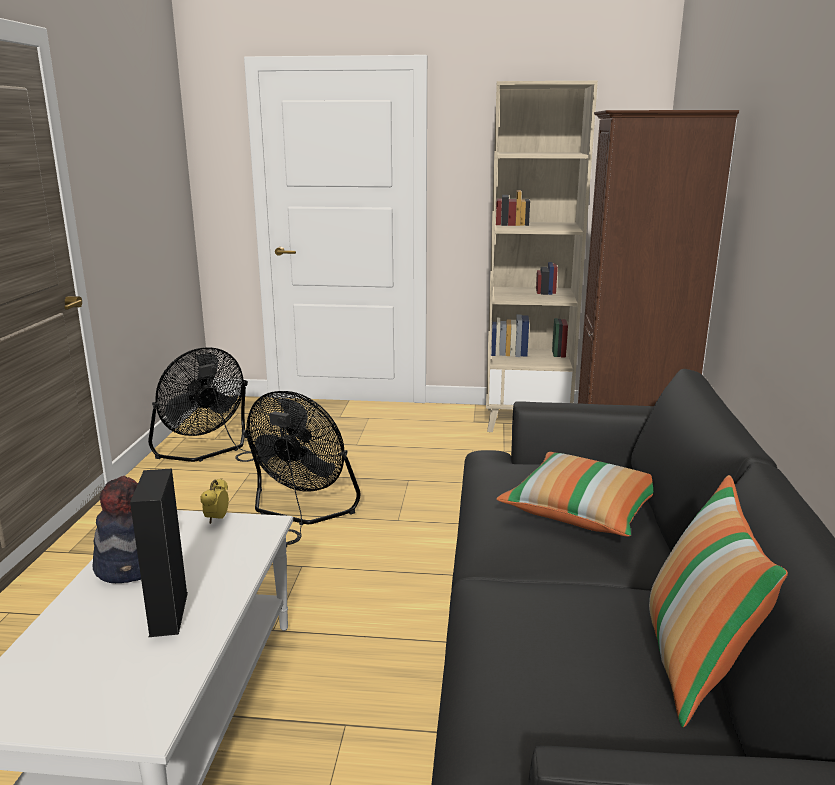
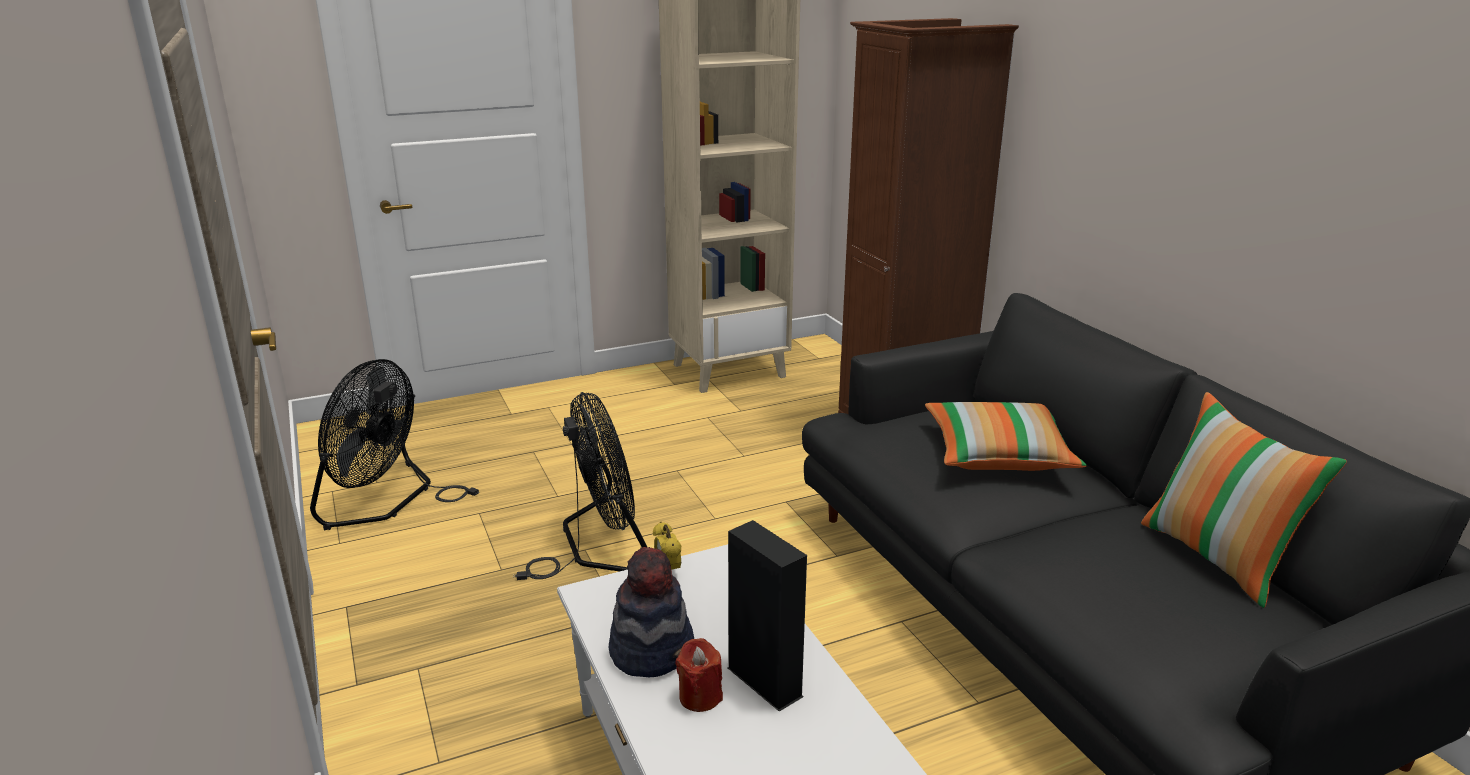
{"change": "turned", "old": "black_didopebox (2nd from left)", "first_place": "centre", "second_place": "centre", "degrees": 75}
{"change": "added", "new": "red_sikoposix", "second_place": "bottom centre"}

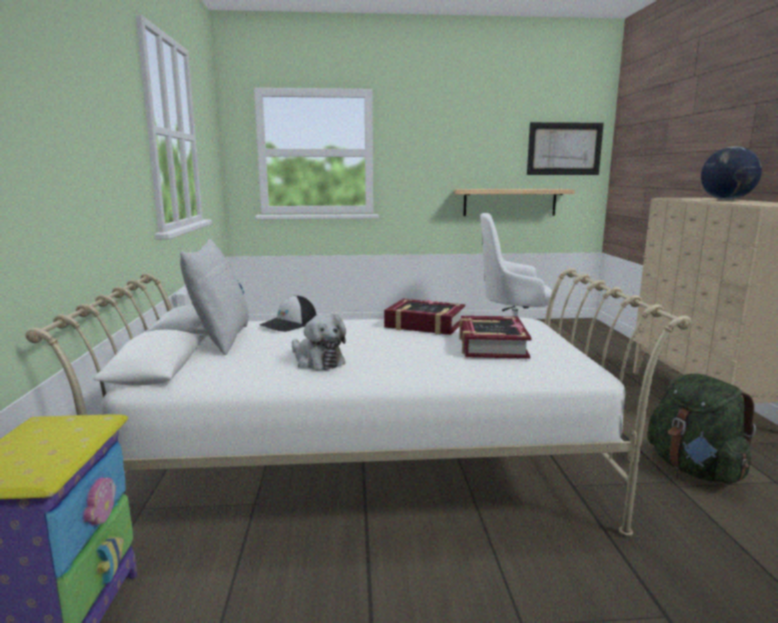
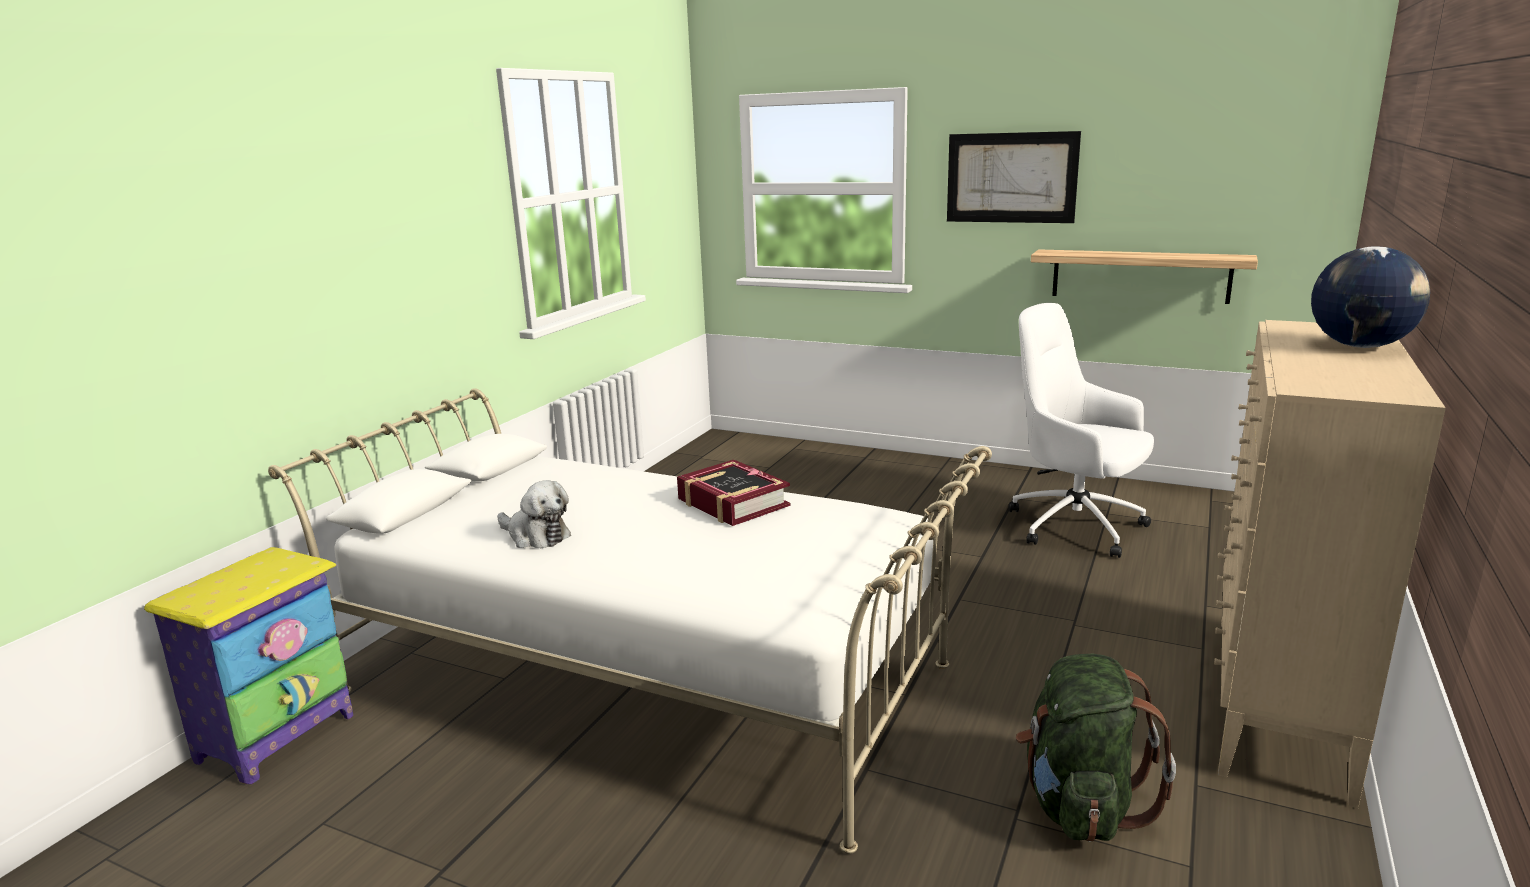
{"change": "turned", "old": "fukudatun", "first_place": "centre", "second_place": "centre", "degrees": -45}
{"change": "moved", "old": "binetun", "first_place": "top right", "second_place": "top centre"}
{"change": "removed", "old": "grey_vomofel", "first_place": "middle left"}
{"change": "removed", "old": "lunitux", "first_place": "centre"}
{"change": "removed", "old": "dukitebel (2nd from left)", "first_place": "centre"}

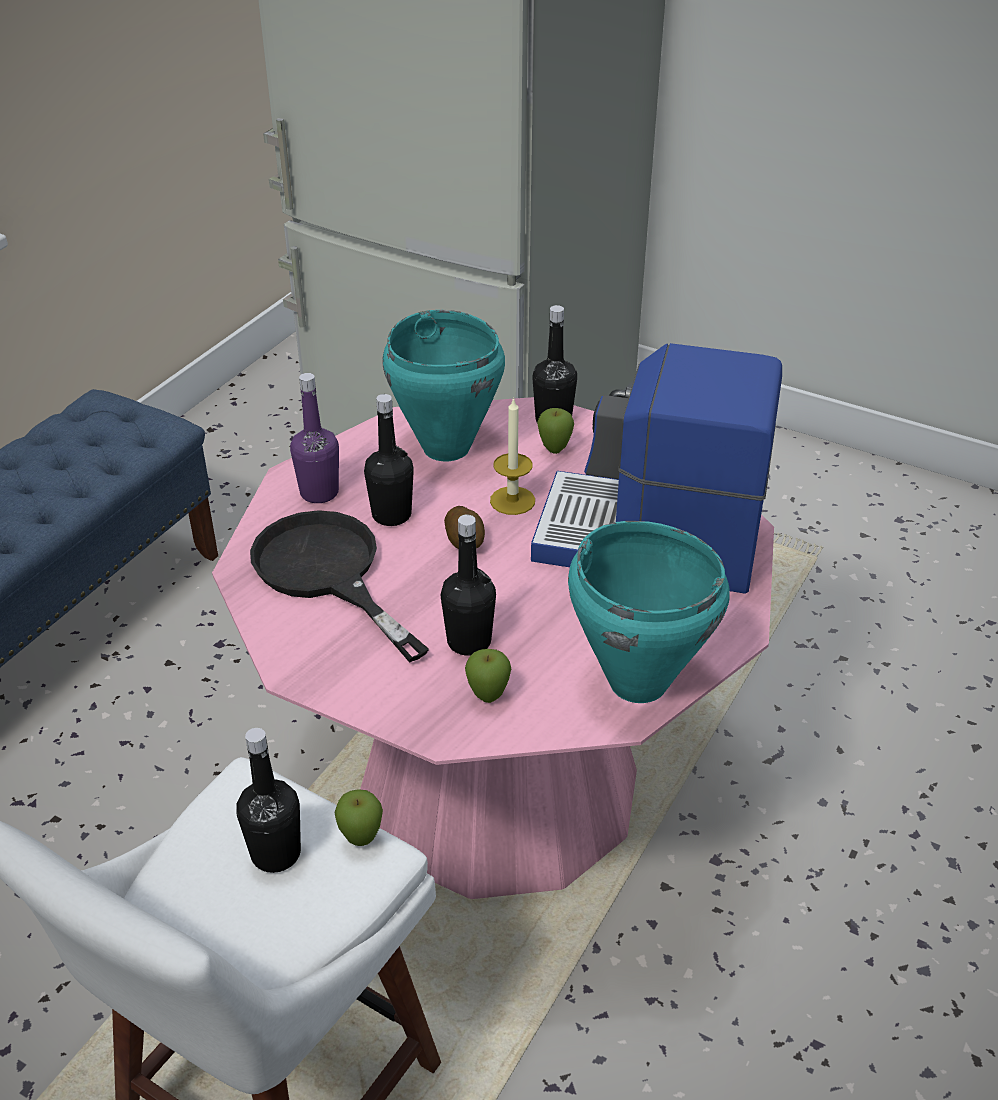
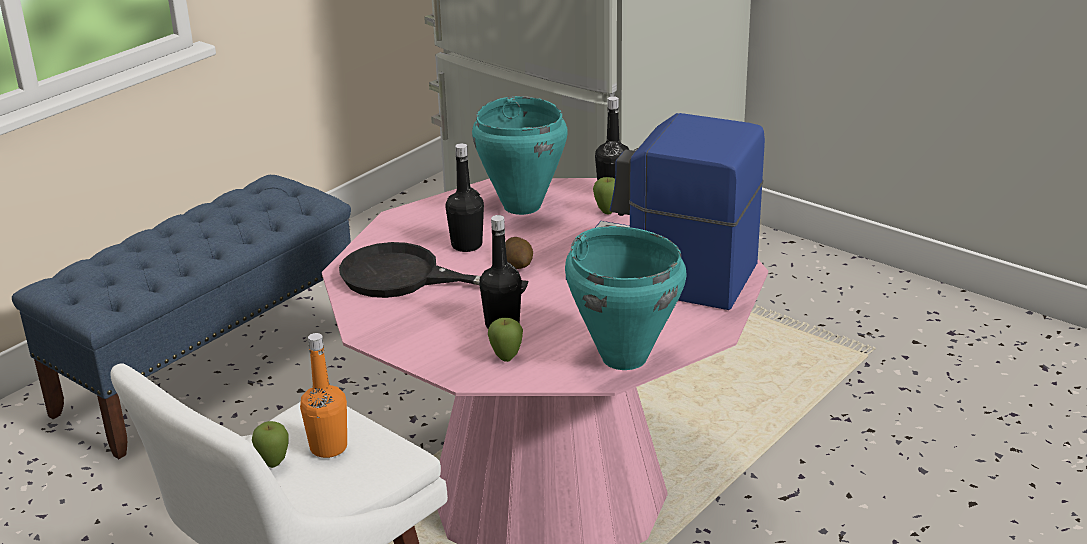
{"change": "moved", "old": "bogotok (1st from left)", "first_place": "bottom centre", "second_place": "bottom left"}
{"change": "recoloured", "old": "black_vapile (1st from left)", "new": "orange_vapile", "first_place": "bottom left", "second_place": "bottom left"}
{"change": "turned", "old": "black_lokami", "first_place": "centre", "second_place": "centre", "degrees": -45}
{"change": "removed", "old": "purple_vapile", "first_place": "middle left"}
{"change": "removed", "old": "sikoposix", "first_place": "centre"}

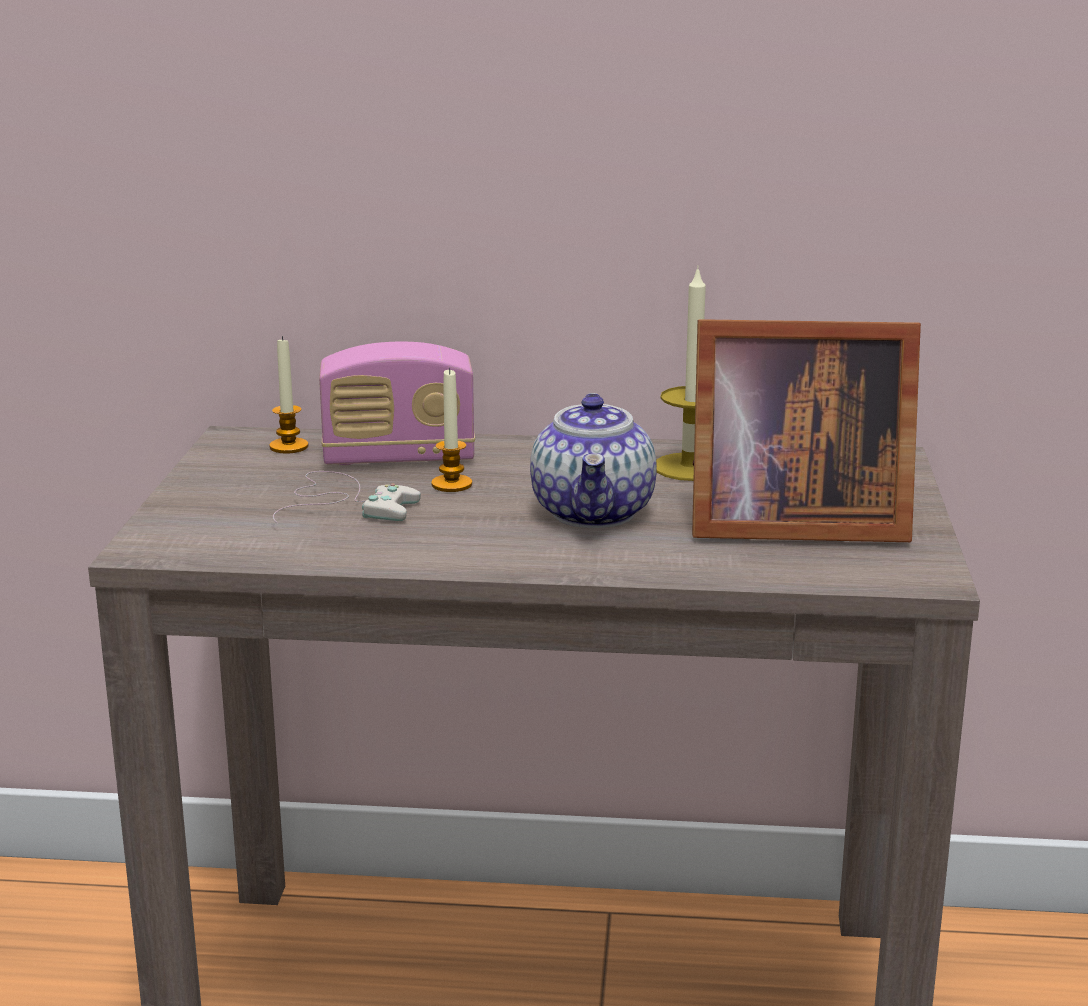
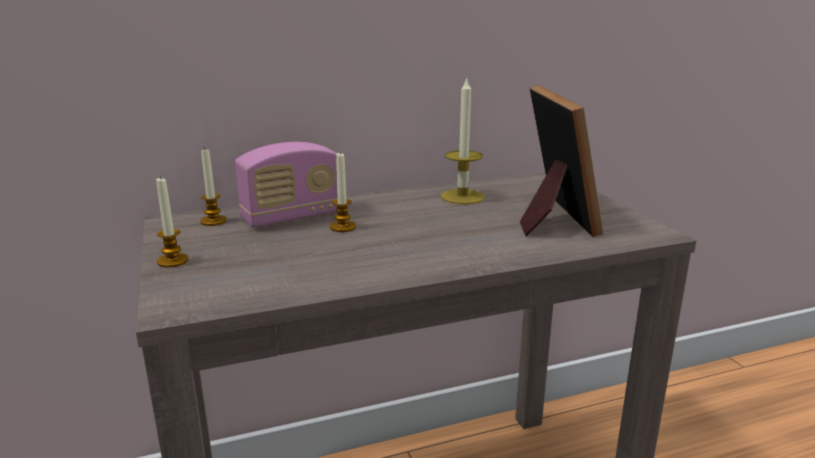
{"change": "added", "new": "sikoposix (1st from left)", "second_place": "middle left"}
{"change": "turned", "old": "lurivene", "first_place": "middle right", "second_place": "middle right", "degrees": -75}
{"change": "removed", "old": "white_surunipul", "first_place": "middle left"}
{"change": "removed", "old": "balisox", "first_place": "centre"}

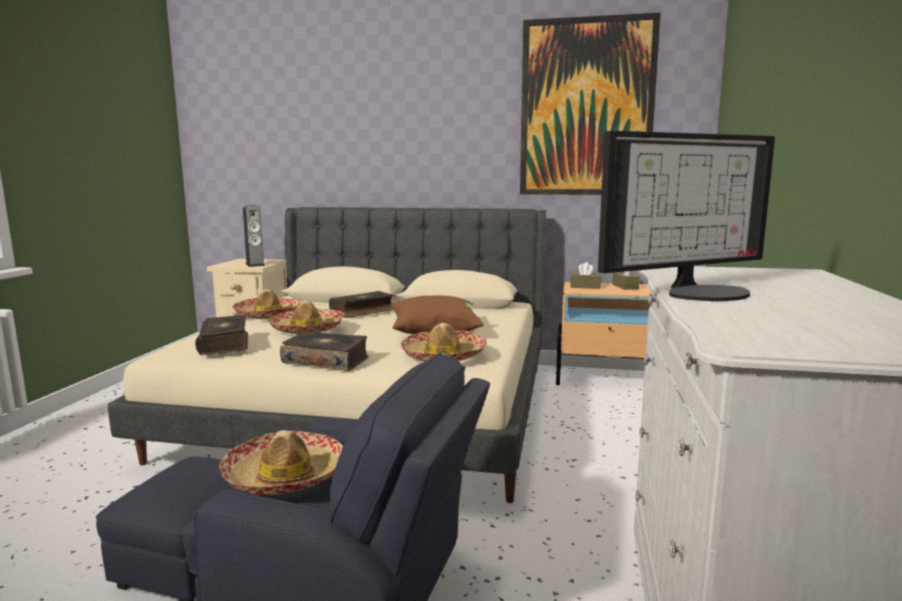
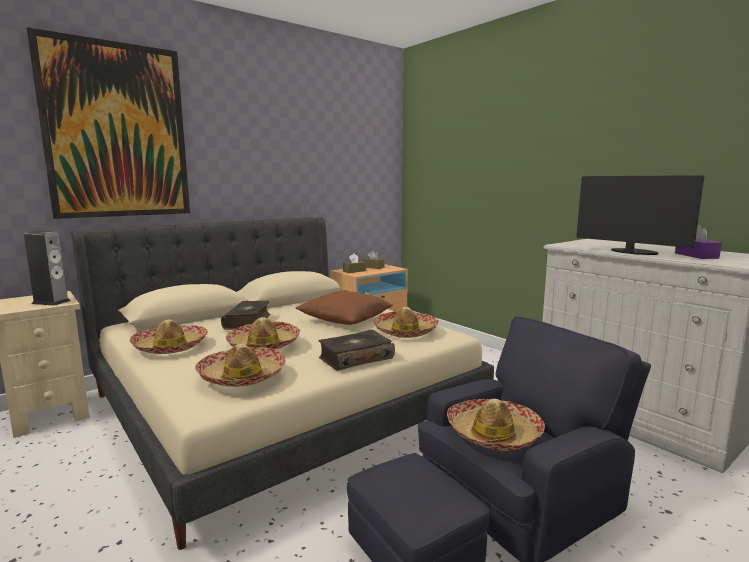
{"change": "moved", "old": "binetun", "first_place": "top centre", "second_place": "top left"}
{"change": "replaced", "old": "dukitebel (1st from left)", "new": "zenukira (2nd from left)", "first_place": "middle left", "second_place": "middle left"}
{"change": "turned", "old": "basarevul", "first_place": "middle right", "second_place": "middle right", "degrees": -60}
{"change": "added", "new": "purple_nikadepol", "second_place": "middle right"}

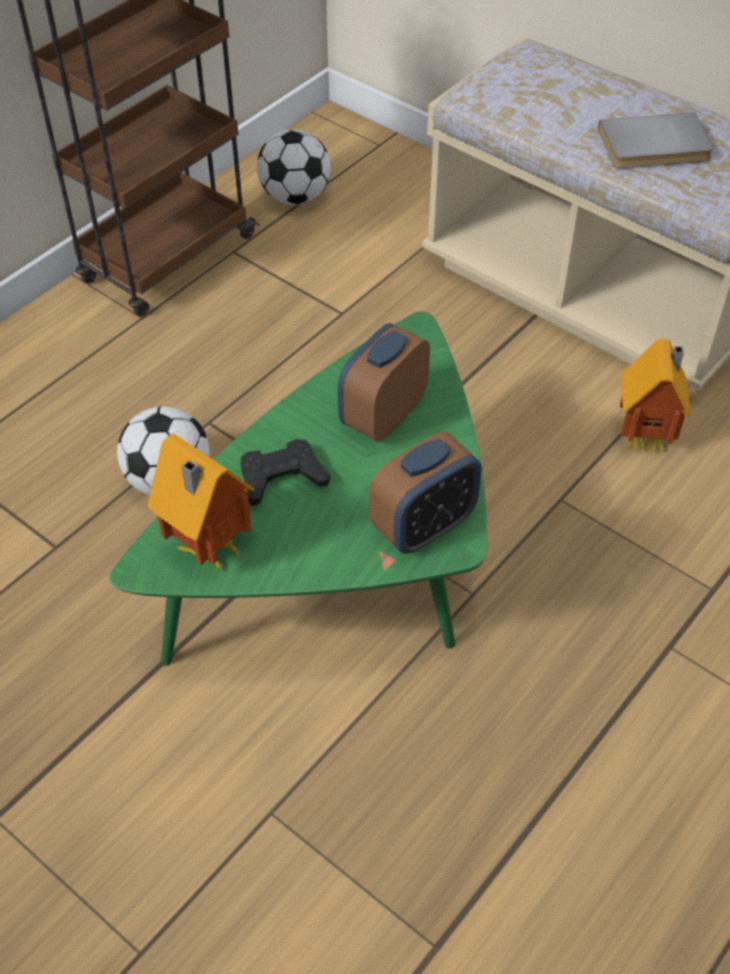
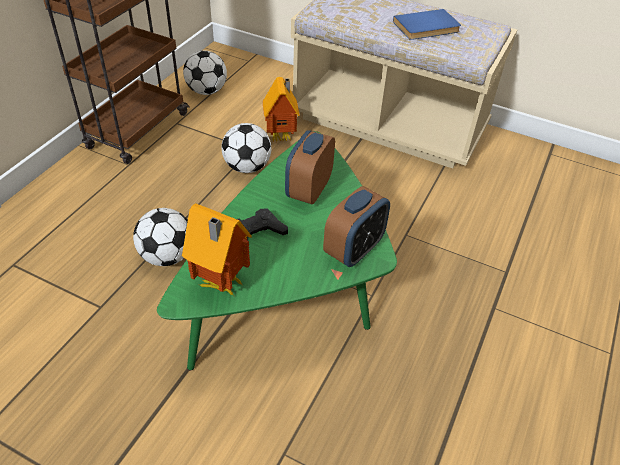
{"change": "added", "new": "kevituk (3rd from left)", "second_place": "top centre"}
{"change": "moved", "old": "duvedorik (2nd from left)", "first_place": "middle right", "second_place": "top centre"}
{"change": "recoloured", "old": "grey_dukitebel", "new": "blue_dukitebel", "first_place": "top right", "second_place": "top right"}

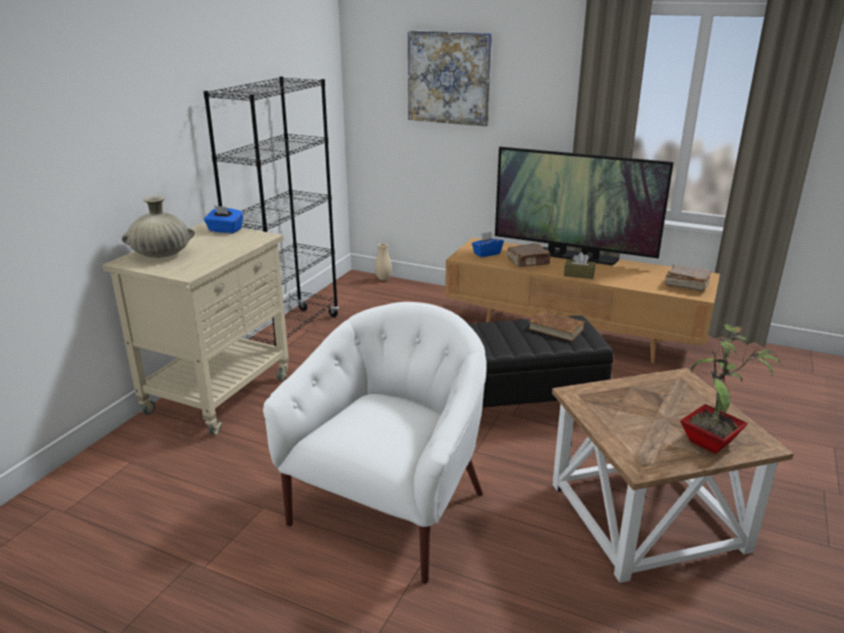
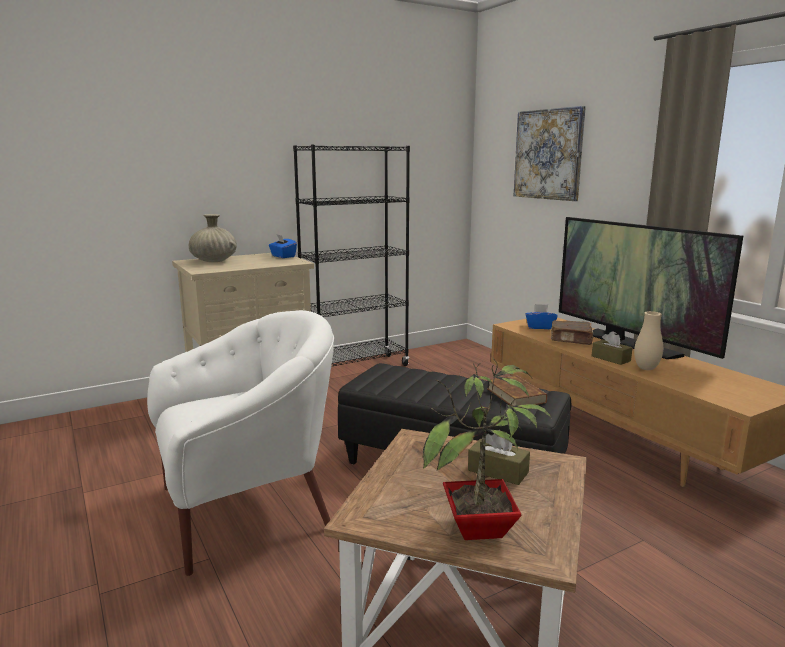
{"change": "added", "new": "brown_nikadepol (1st from left)", "second_place": "bottom centre"}
{"change": "moved", "old": "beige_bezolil (2nd from left)", "first_place": "centre", "second_place": "middle right"}
{"change": "removed", "old": "brown_dukitebel (3rd from left)", "first_place": "middle right"}

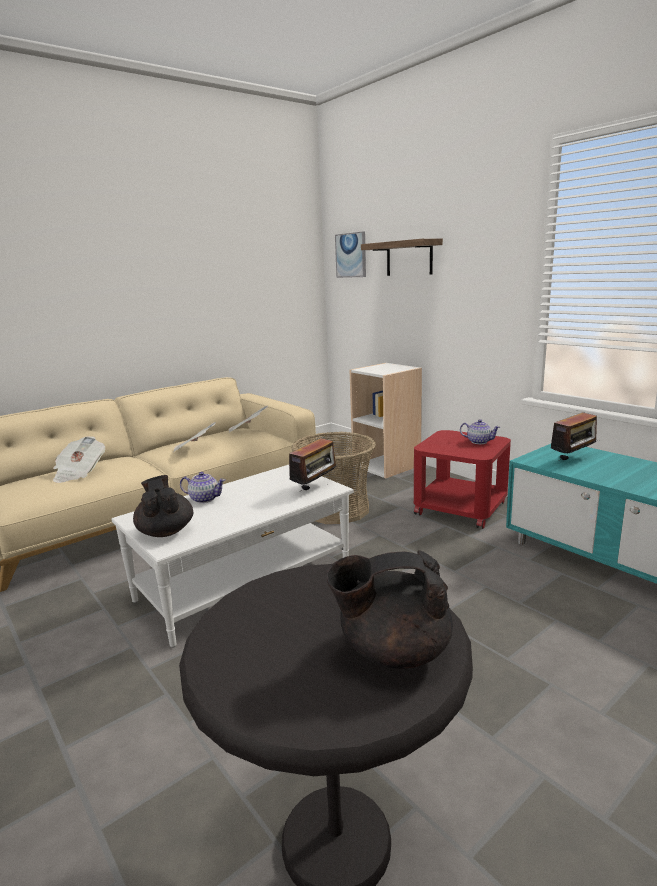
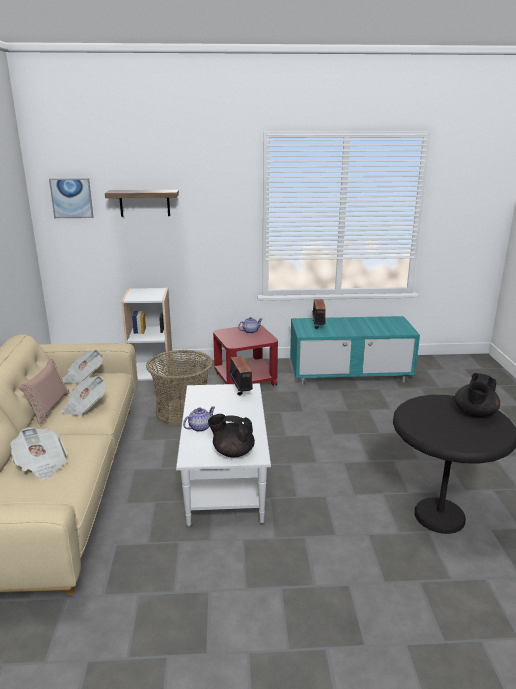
{"change": "added", "new": "beige_vomofel", "second_place": "middle left"}

